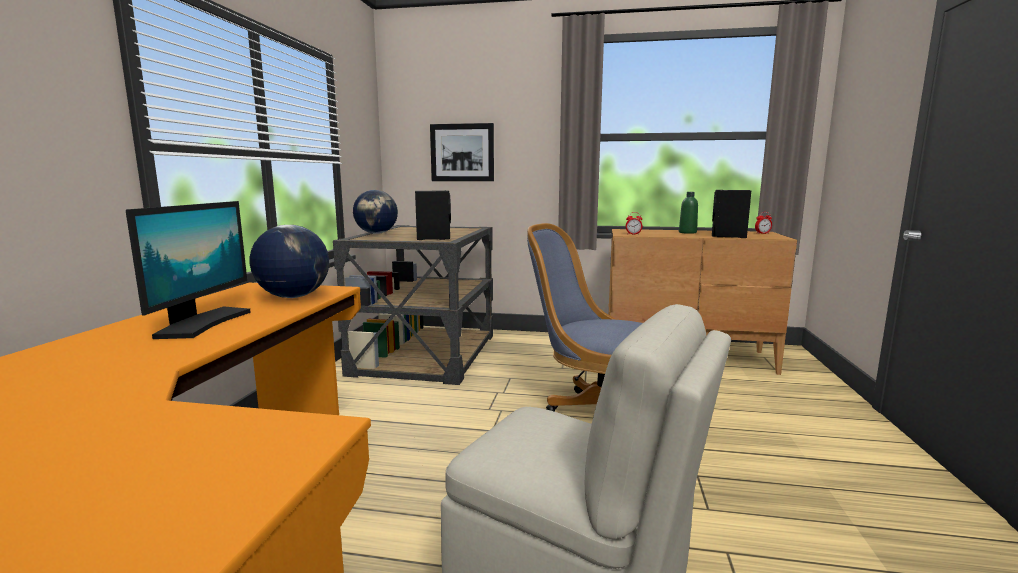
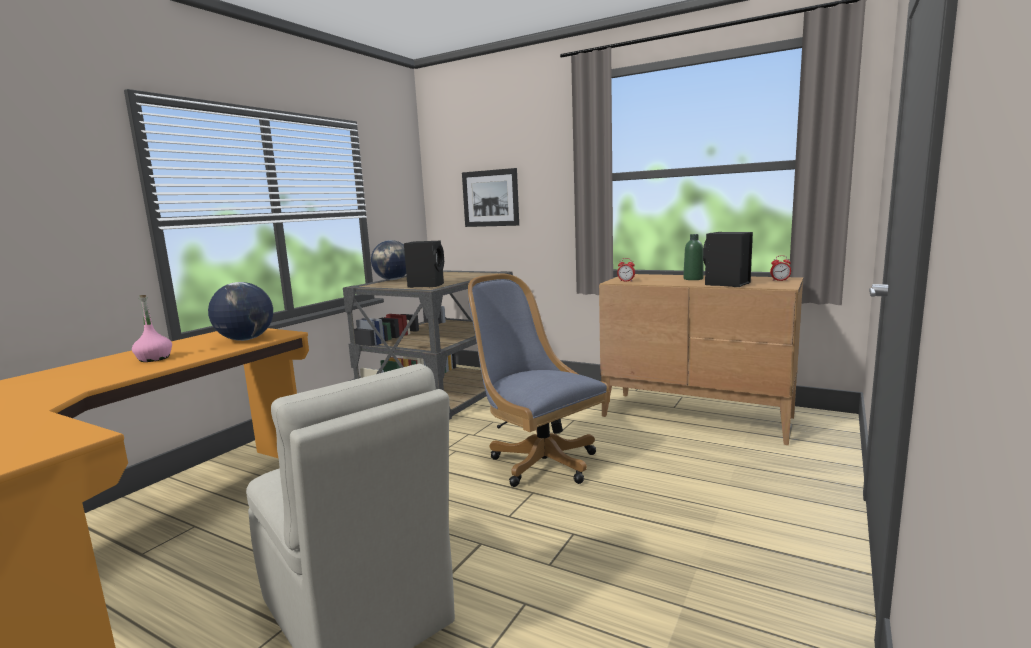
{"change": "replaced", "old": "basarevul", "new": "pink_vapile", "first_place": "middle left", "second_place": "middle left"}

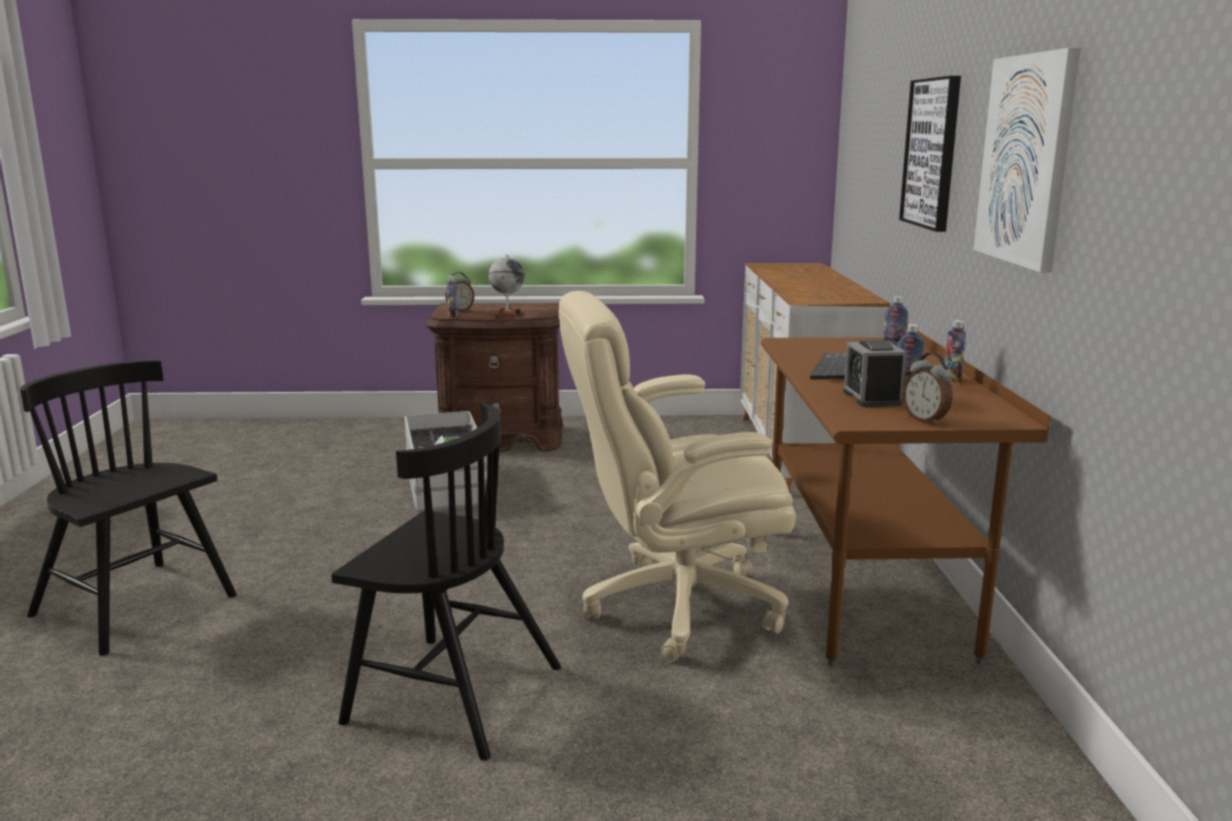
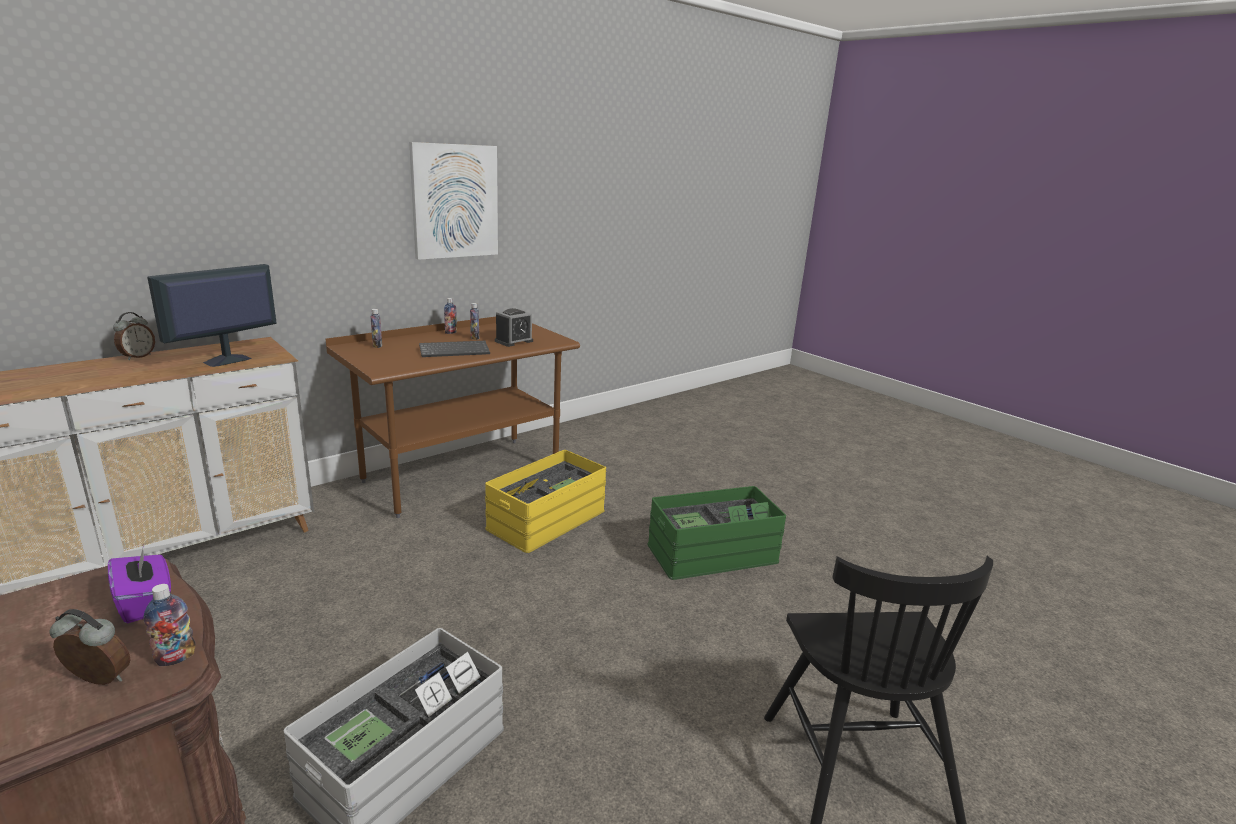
{"change": "replaced", "old": "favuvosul", "new": "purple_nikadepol", "first_place": "centre", "second_place": "bottom left"}
{"change": "moved", "old": "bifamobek (3rd from left in the first image)", "new": "bifamobek (2nd from left)", "first_place": "middle right", "second_place": "middle left"}
{"change": "added", "new": "basarevul", "second_place": "middle left"}
{"change": "replaced", "old": "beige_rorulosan", "new": "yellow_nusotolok", "first_place": "centre", "second_place": "centre"}
{"change": "replaced", "old": "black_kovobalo (2nd from left)", "new": "green_nusotolok", "first_place": "bottom centre", "second_place": "centre"}
{"change": "removed", "old": "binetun (1st from left)", "first_place": "top right"}

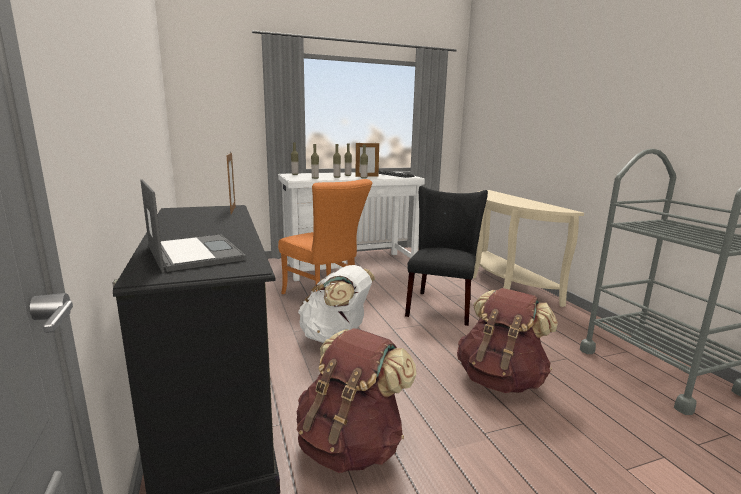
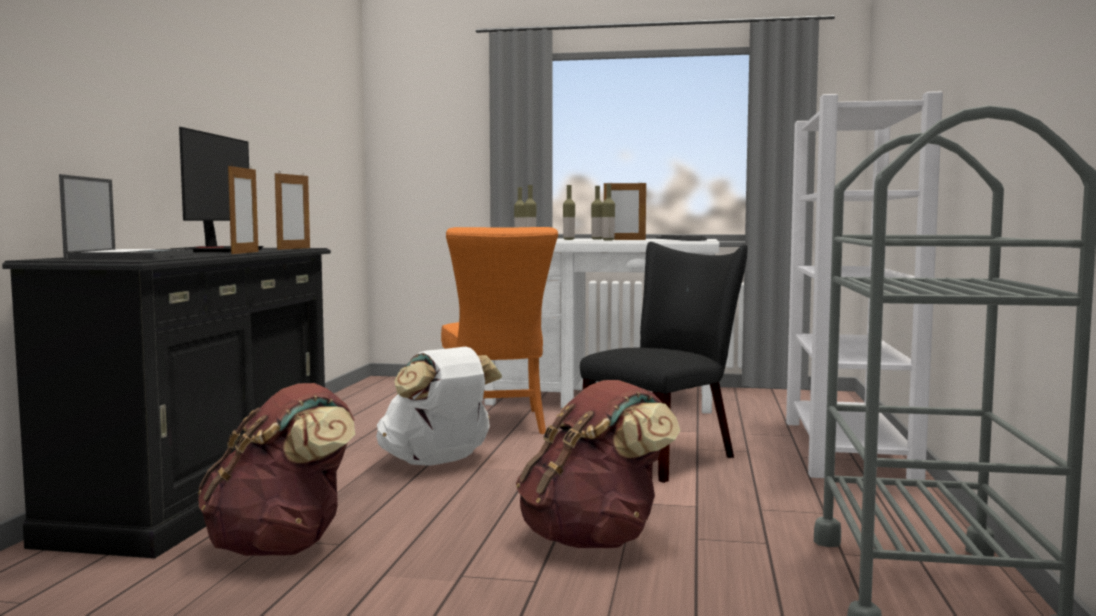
{"change": "added", "new": "basarevul", "second_place": "top left"}
{"change": "added", "new": "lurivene (1st from left)", "second_place": "middle left"}
{"change": "replaced", "old": "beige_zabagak", "new": "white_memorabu", "first_place": "middle right", "second_place": "middle right"}

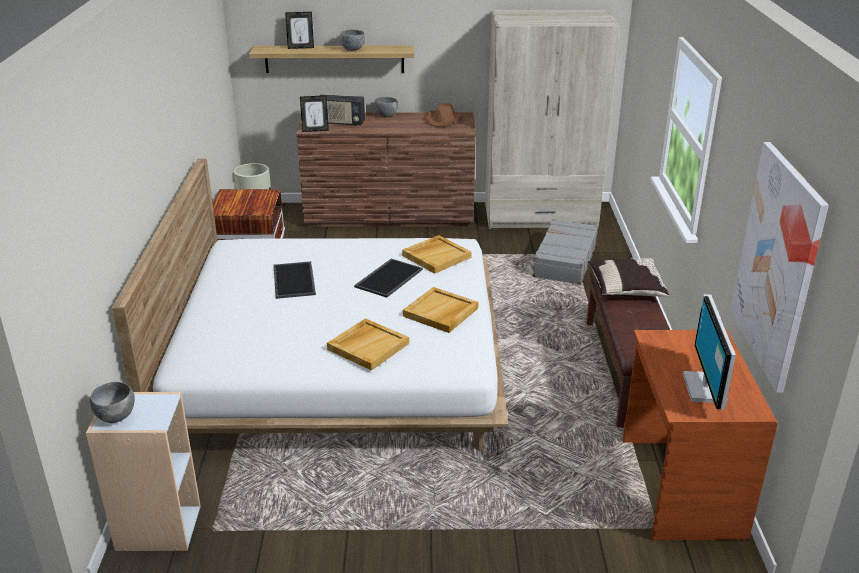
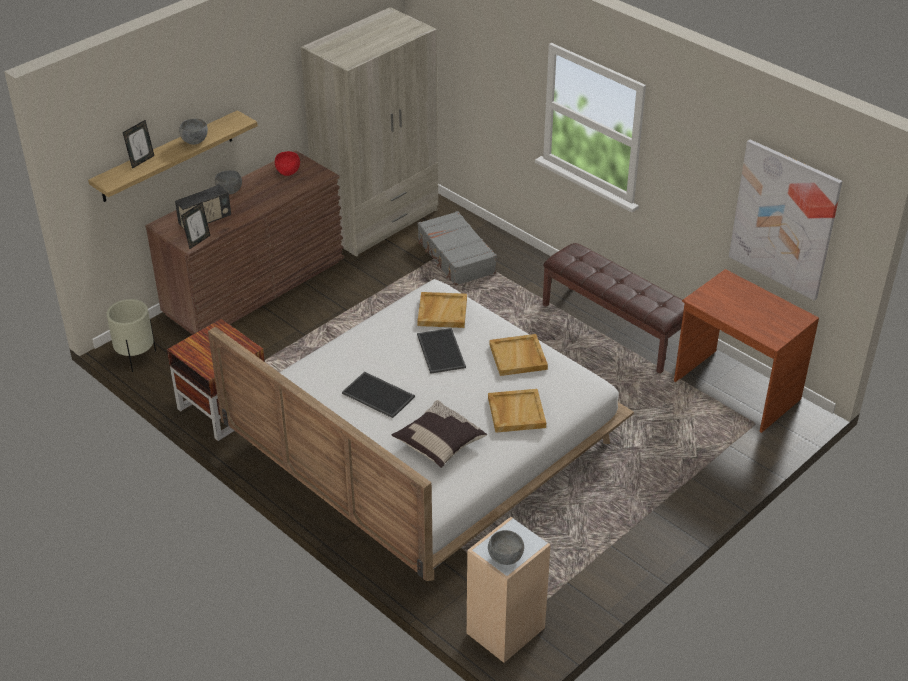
{"change": "replaced", "old": "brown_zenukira", "new": "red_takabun", "first_place": "top centre", "second_place": "top left"}
{"change": "moved", "old": "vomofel", "first_place": "middle right", "second_place": "centre"}
{"change": "removed", "old": "basarevul", "first_place": "middle right"}

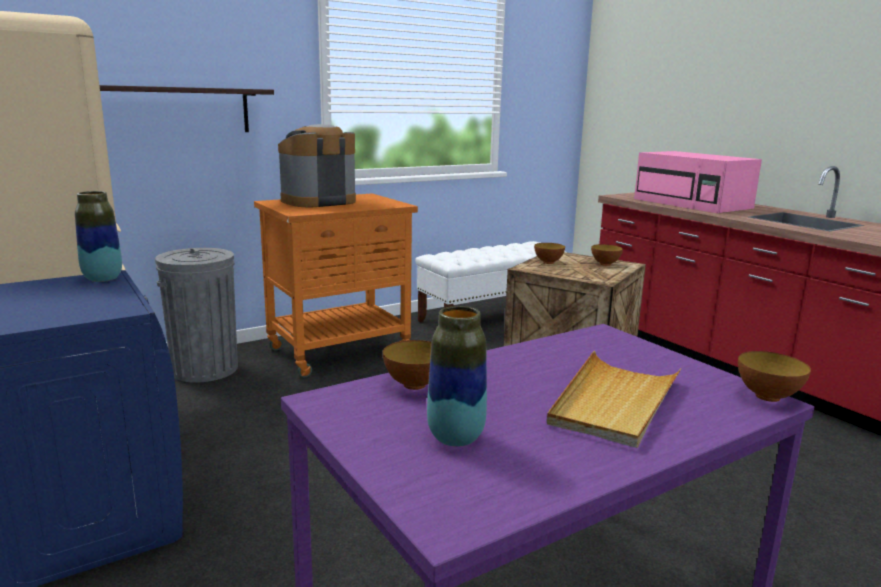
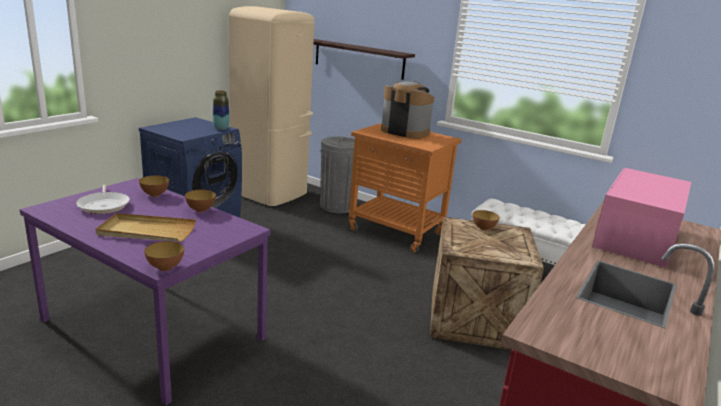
{"change": "replaced", "old": "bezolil (2nd from left)", "new": "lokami", "first_place": "centre", "second_place": "middle left"}
{"change": "moved", "old": "takabun (3rd from left)", "first_place": "middle right", "second_place": "middle left"}

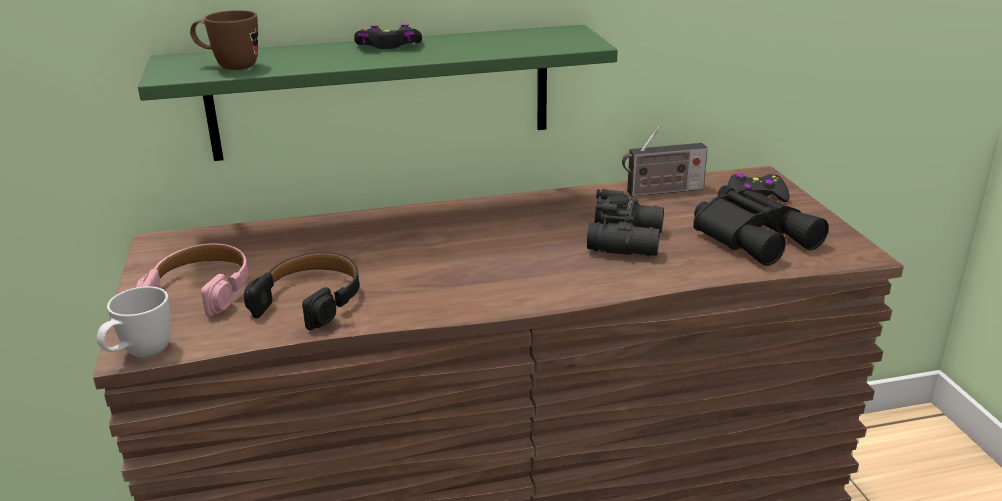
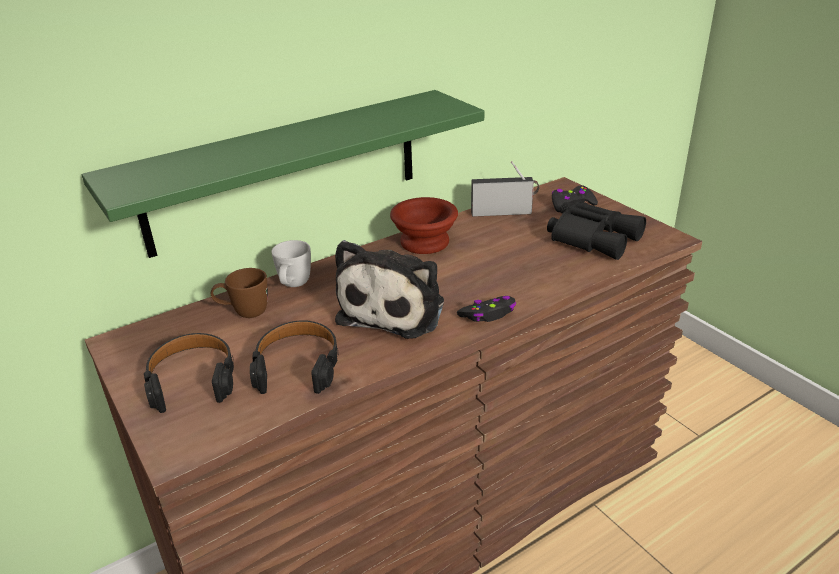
{"change": "recoloured", "old": "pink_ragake", "new": "black_ragake (1st from left)", "first_place": "middle left", "second_place": "middle left"}
{"change": "moved", "old": "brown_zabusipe", "first_place": "top left", "second_place": "middle left"}
{"change": "moved", "old": "white_zabusipe", "first_place": "middle left", "second_place": "centre"}
{"change": "added", "new": "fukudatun", "second_place": "centre"}
{"change": "added", "new": "brown_takabun", "second_place": "centre"}
{"change": "moved", "old": "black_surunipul (1st from left)", "first_place": "top centre", "second_place": "centre"}
{"change": "turned", "old": "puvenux", "first_place": "top centre", "second_place": "top centre", "degrees": -150}
{"change": "removed", "old": "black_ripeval (1st from left)", "first_place": "centre"}

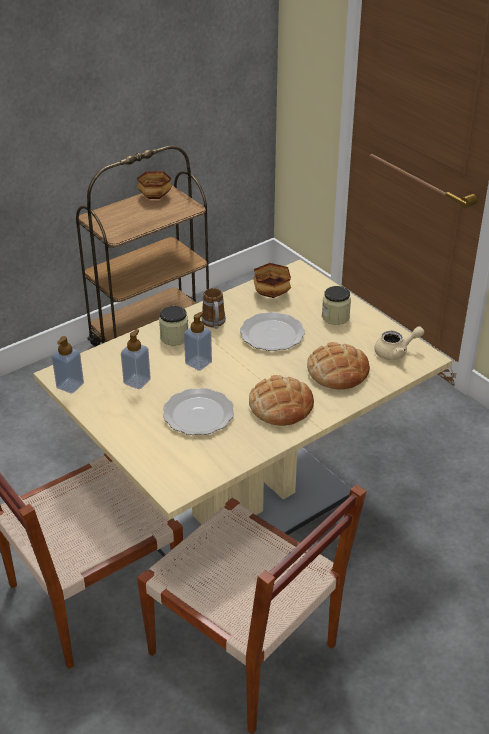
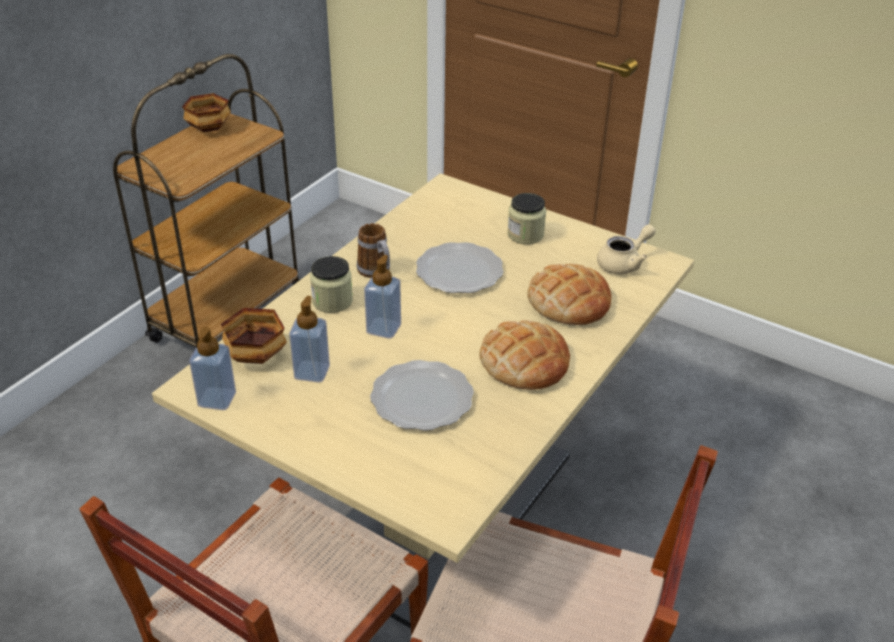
{"change": "moved", "old": "takabun (2nd from left)", "first_place": "centre", "second_place": "middle left"}

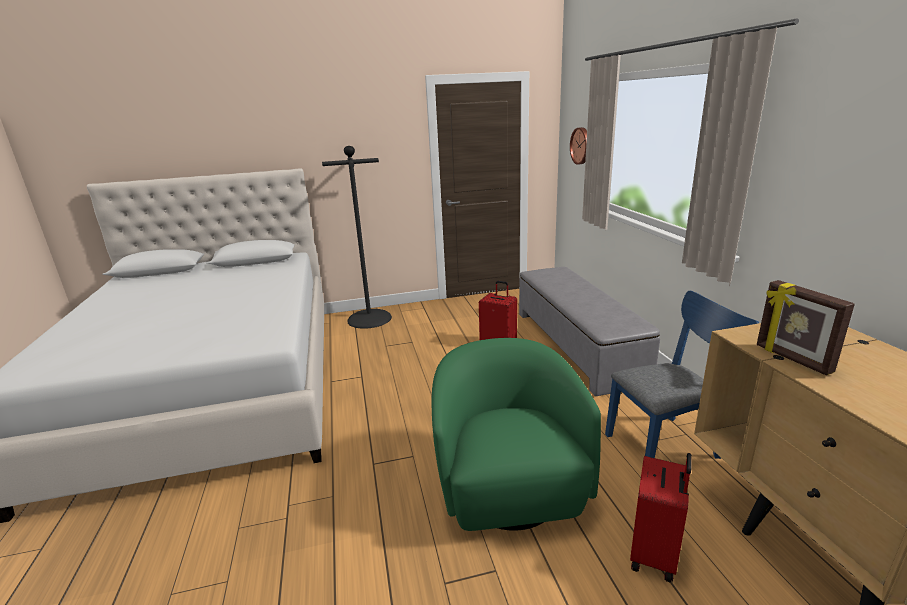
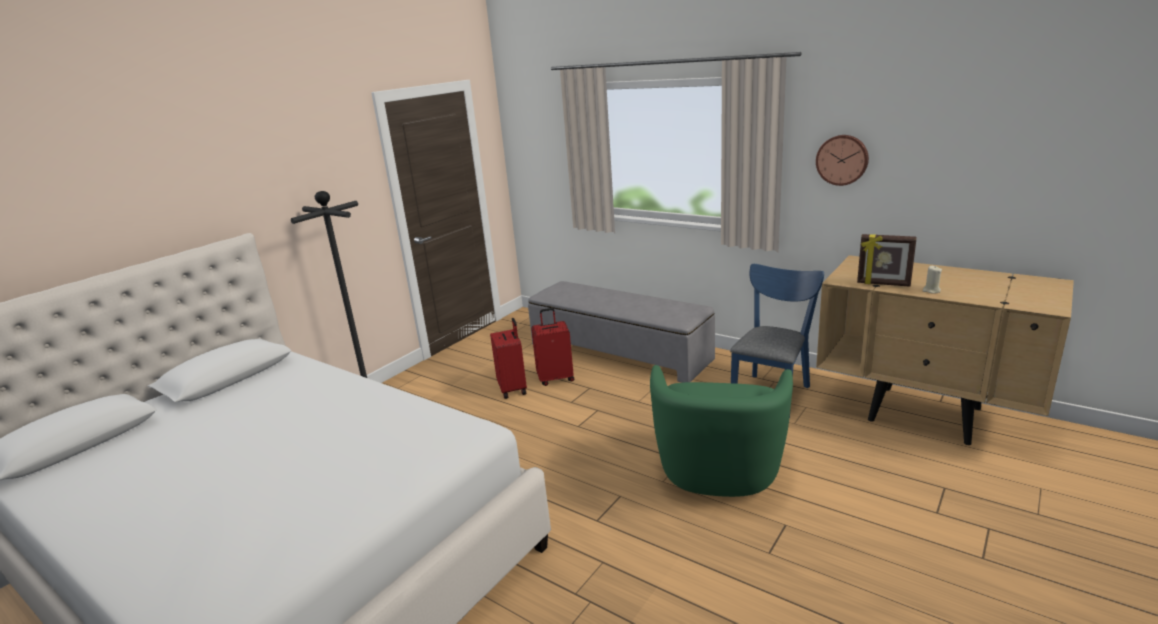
{"change": "moved", "old": "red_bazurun (2nd from left in the first image)", "new": "red_bazurun (1st from left)", "first_place": "bottom right", "second_place": "centre"}
{"change": "turned", "old": "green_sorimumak", "first_place": "bottom centre", "second_place": "bottom centre", "degrees": -120}
{"change": "moved", "old": "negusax", "first_place": "top centre", "second_place": "top right"}
{"change": "added", "new": "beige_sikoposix", "second_place": "middle right"}

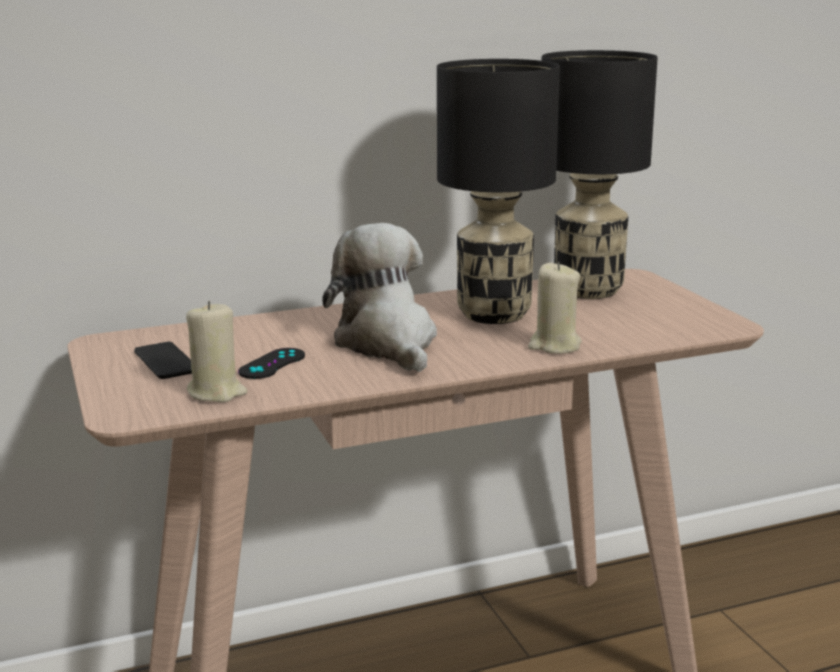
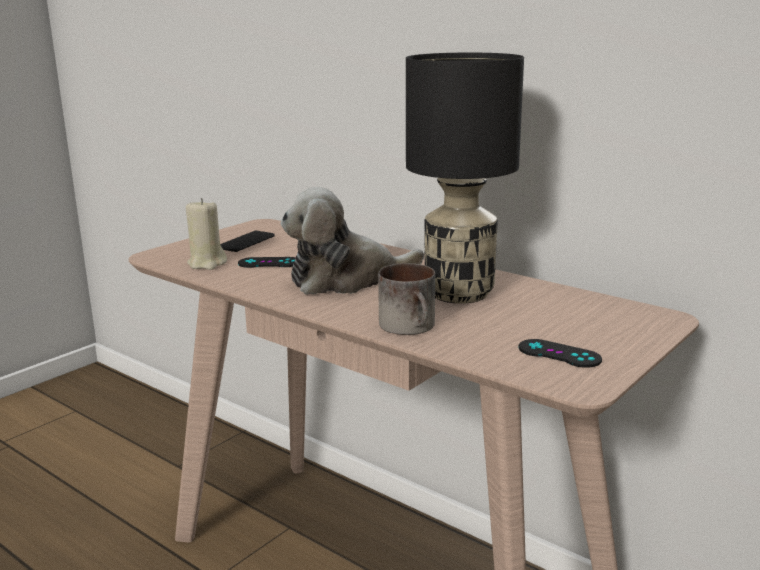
{"change": "turned", "old": "fukudatun", "first_place": "centre", "second_place": "centre", "degrees": -150}
{"change": "replaced", "old": "beige_sikoposix (2nd from left)", "new": "zabusipe", "first_place": "centre", "second_place": "centre"}
{"change": "added", "new": "black_surunipul (2nd from left)", "second_place": "middle right"}
{"change": "removed", "old": "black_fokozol (2nd from left)", "first_place": "top right"}

